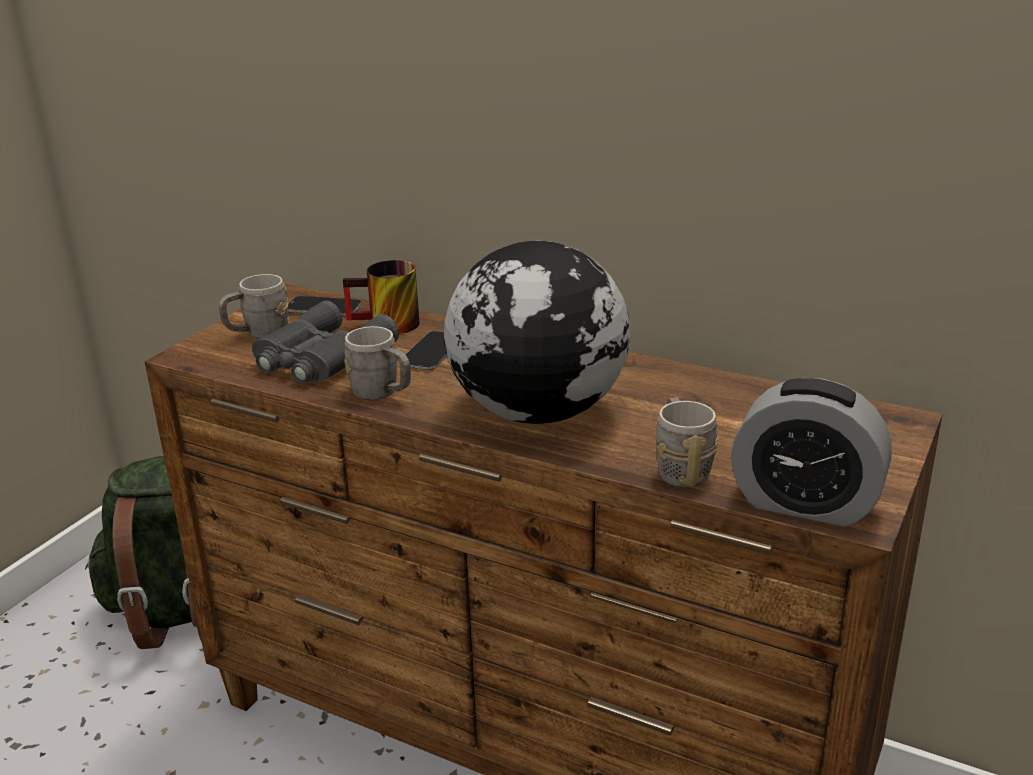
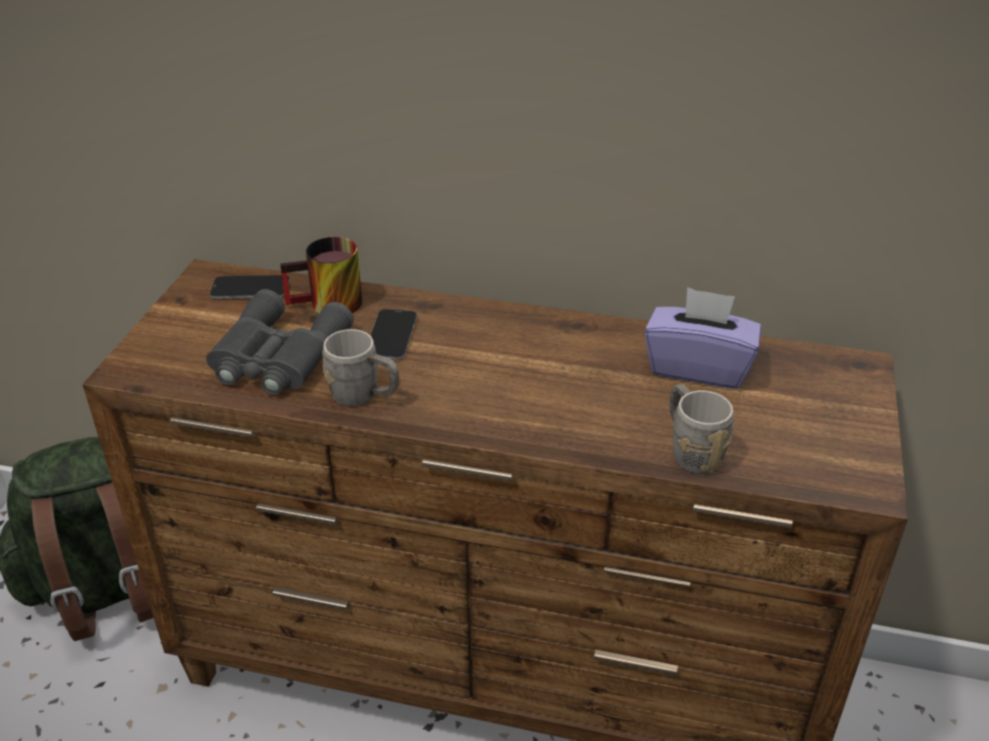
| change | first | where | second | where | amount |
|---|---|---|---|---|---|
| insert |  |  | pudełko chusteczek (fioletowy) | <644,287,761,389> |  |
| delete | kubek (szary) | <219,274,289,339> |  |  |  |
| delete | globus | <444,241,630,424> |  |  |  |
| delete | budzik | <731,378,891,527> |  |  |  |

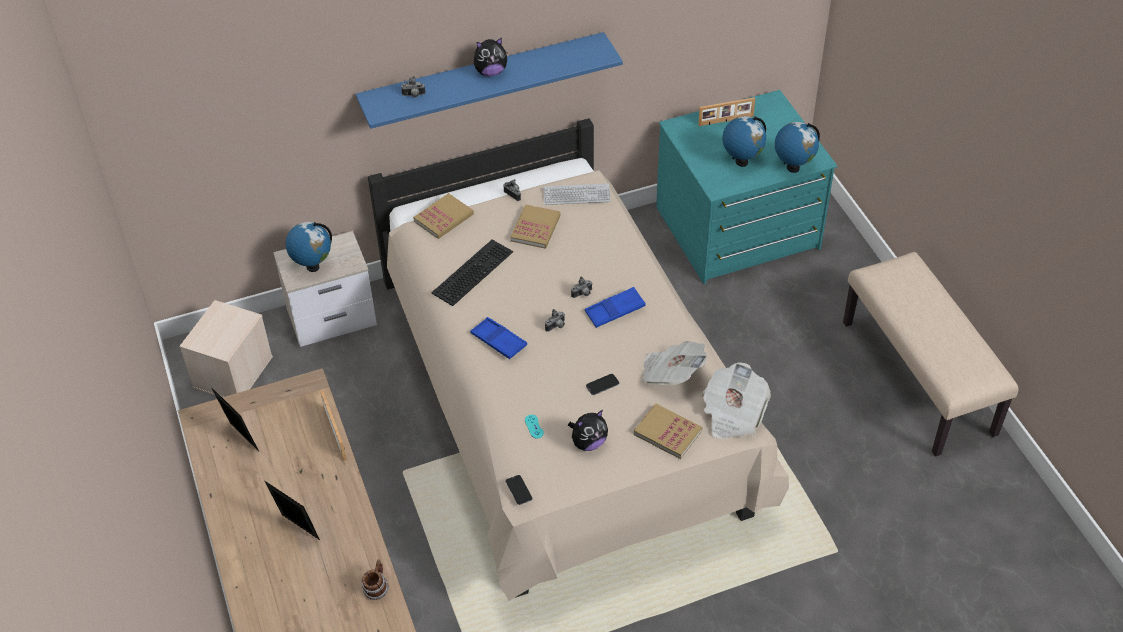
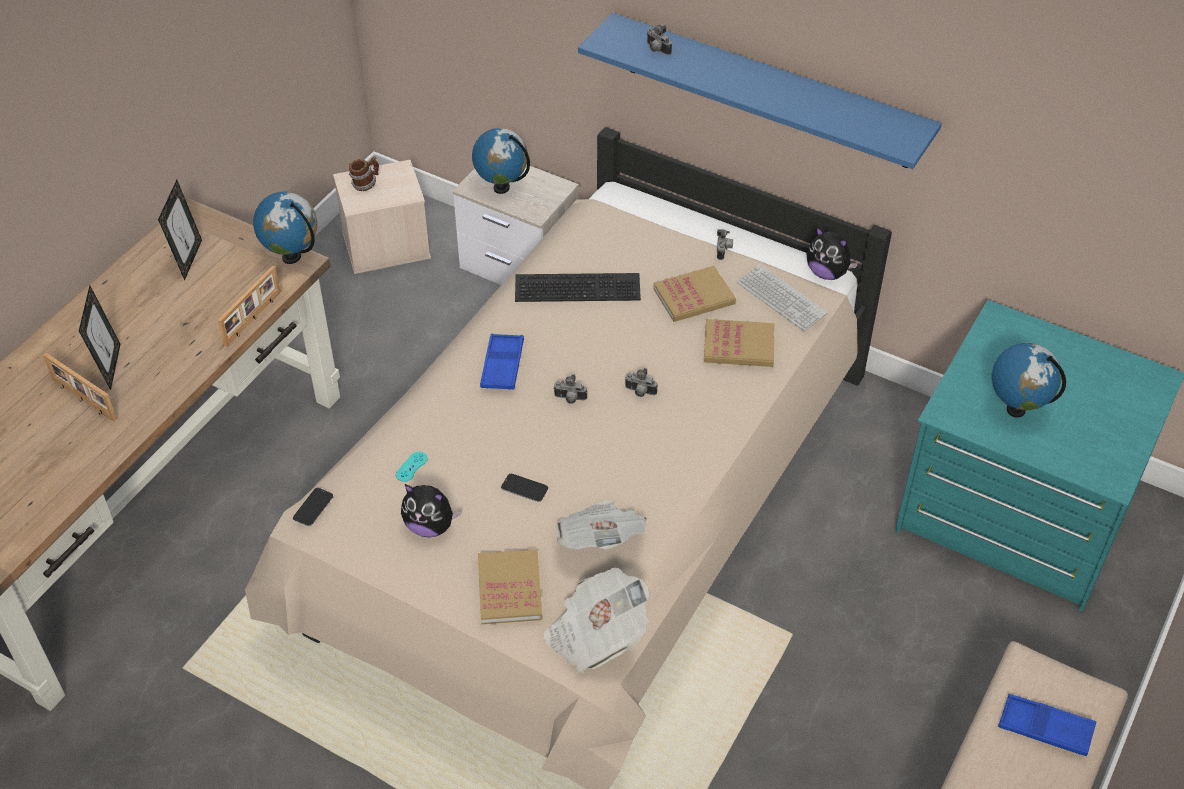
| change | first | where | second | where | amount |
|---|---|---|---|---|---|
| move | ramka na zdjęcie | <698,97,755,126> |  | <43,353,117,421> |  |
| move | globus | <775,122,820,173> |  | <253,191,317,264> |  |
| move | kubek | <362,559,389,600> |  | <349,156,379,191> |  |
| move | książka | <413,193,474,239> |  | <704,319,775,367> |  |
| move | pluszak | <474,37,507,76> |  | <807,227,858,280> |  |
| move | taca (niebieski) | <585,287,646,328> |  | <998,694,1096,756> |  |

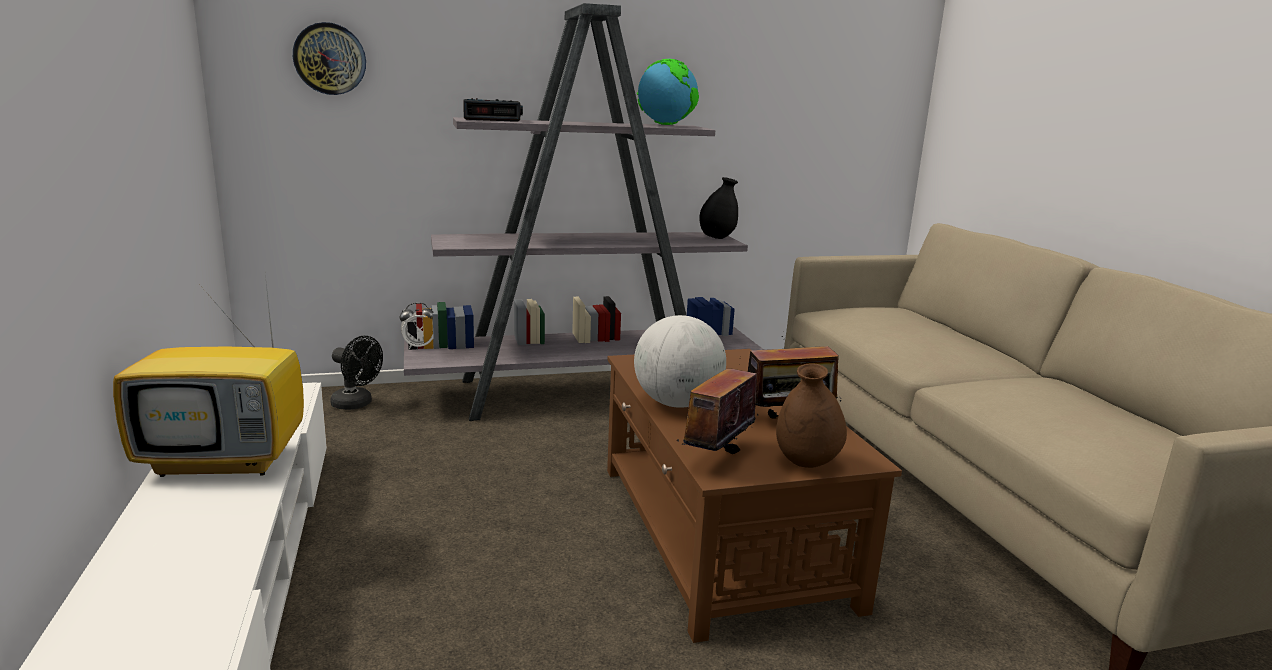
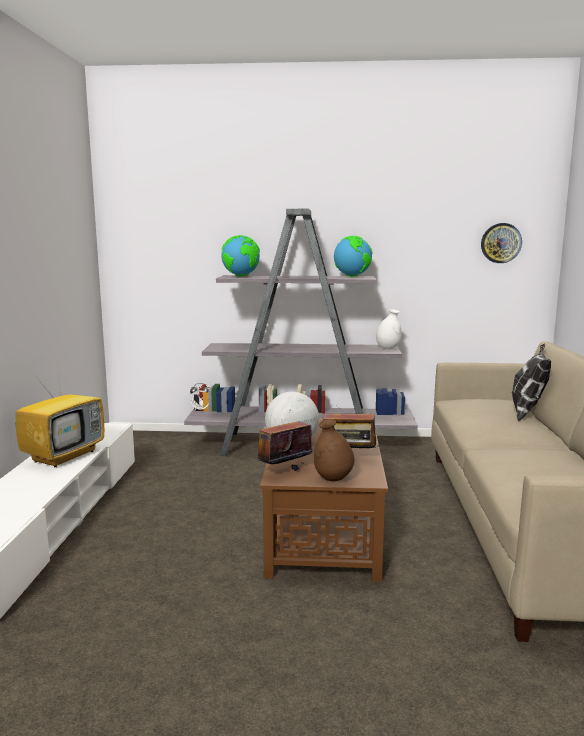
| change | first | where | second | where | amount |
|---|---|---|---|---|---|
| rotate | telewizor | <113,275,304,477> |  | <15,360,104,467> | 75 degrees counterclockwise |
| replace | budzik | <463,98,523,122> | globus | <221,235,260,276> |  |
| recolor | wazon (czarny) | <699,177,738,239> | wazon (biały) | <376,309,402,349> |  |
| move | zegar ścienny | <293,22,366,95> |  | <481,223,522,263> |  |
| insert |  |  | poduszka | <512,343,551,422> |  |
| delete | wentylator (czarny) | <330,336,383,410> |  |  |  |

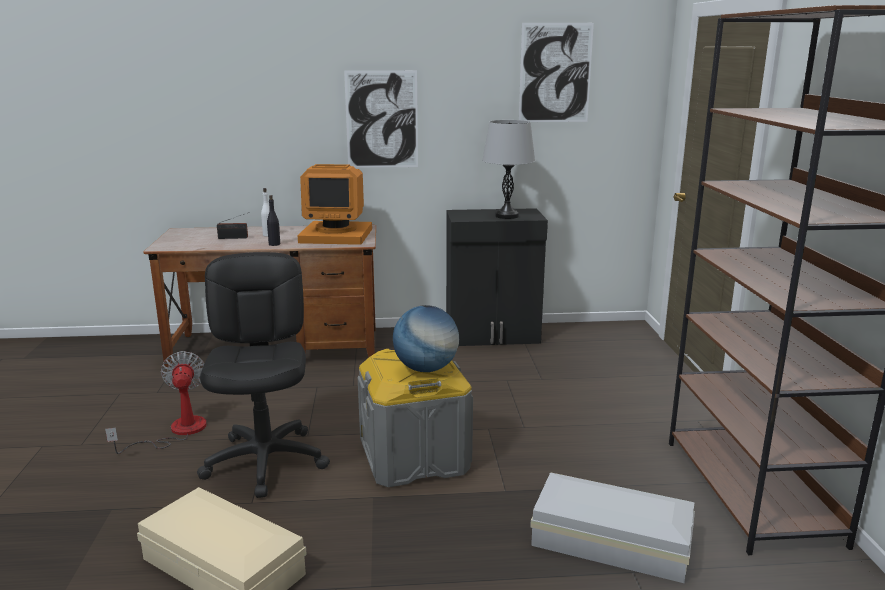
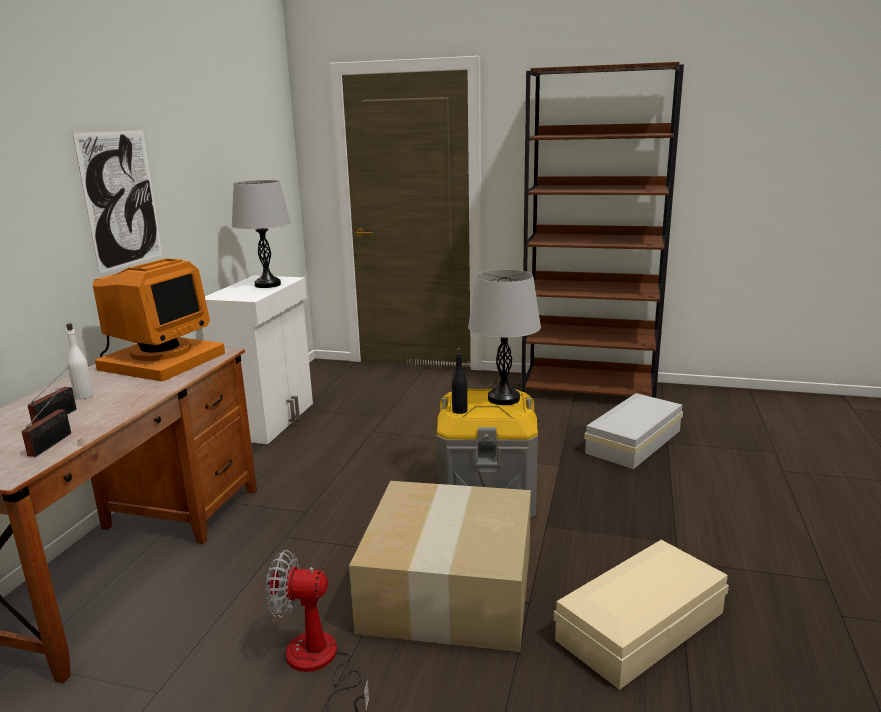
| change | first | where | second | where | amount |
|---|---|---|---|---|---|
| insert |  |  | radio | <22,388,71,457> |  |
| recolor | szafka (czarny) | <446,208,548,346> | szafka (biały) | <202,275,313,444> |  |
| replace | krzesło biurowe (czarny) | <197,252,330,498> | karton | <349,481,531,652> |  |
| move | butelka (czarny) | <267,195,280,246> |  | <452,348,467,414> |  |
| replace | globus | <393,305,459,372> | lampa stołowa (szary) | <468,270,541,405> |  |
| delete | obraz | <519,23,594,122> |  |  |  |

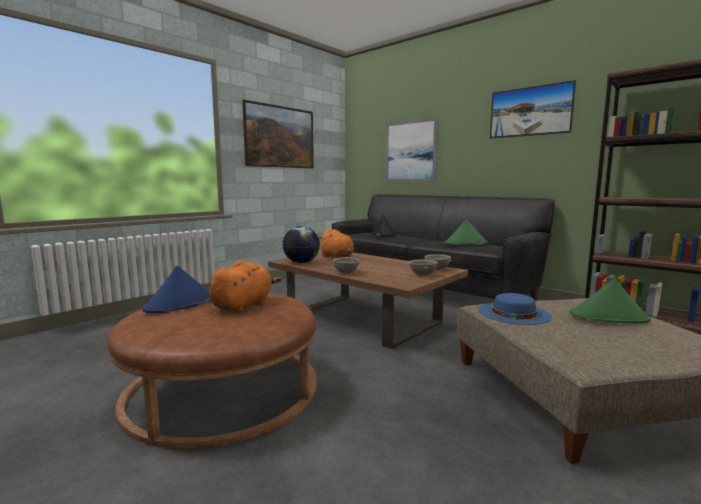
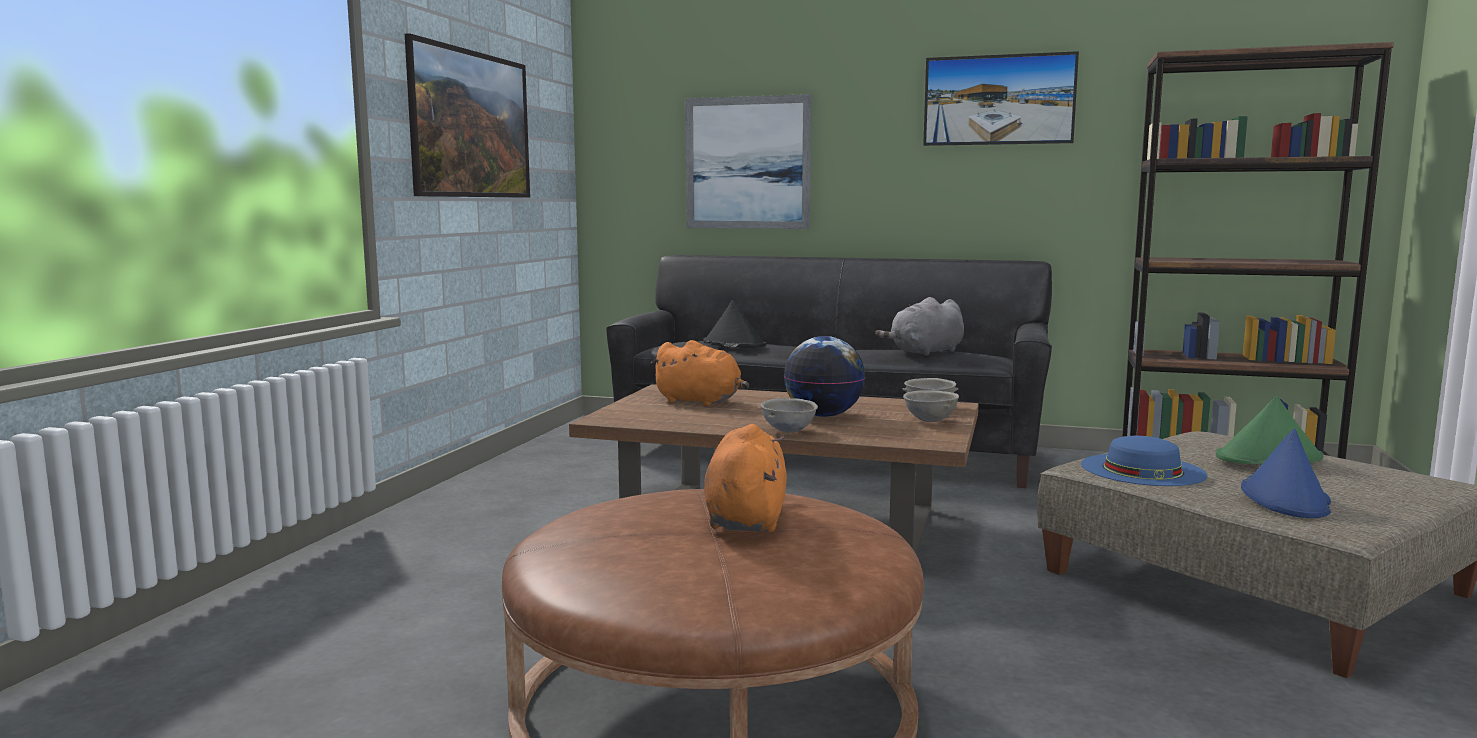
| change | first | where | second | where | amount |
|---|---|---|---|---|---|
| move | globus | <282,226,320,263> |  | <784,336,865,417> |  |
| replace | kapelusz (zielony) | <445,219,488,245> | pluszak (szary) | <875,297,964,356> |  |
| move | kapelusz (niebieski) | <143,265,211,314> |  | <1241,428,1331,518> |  |

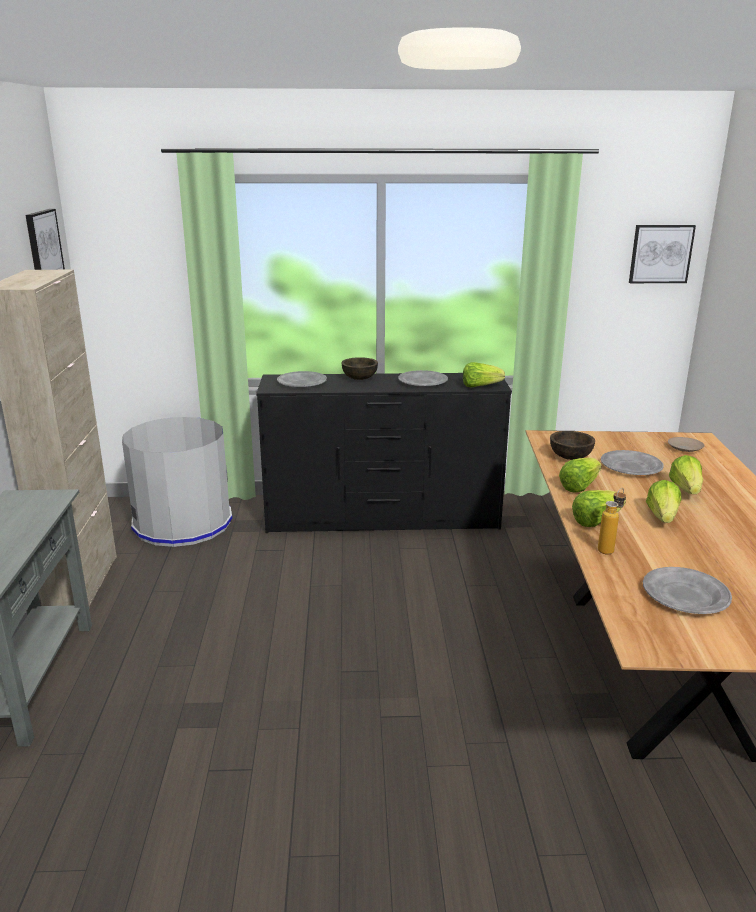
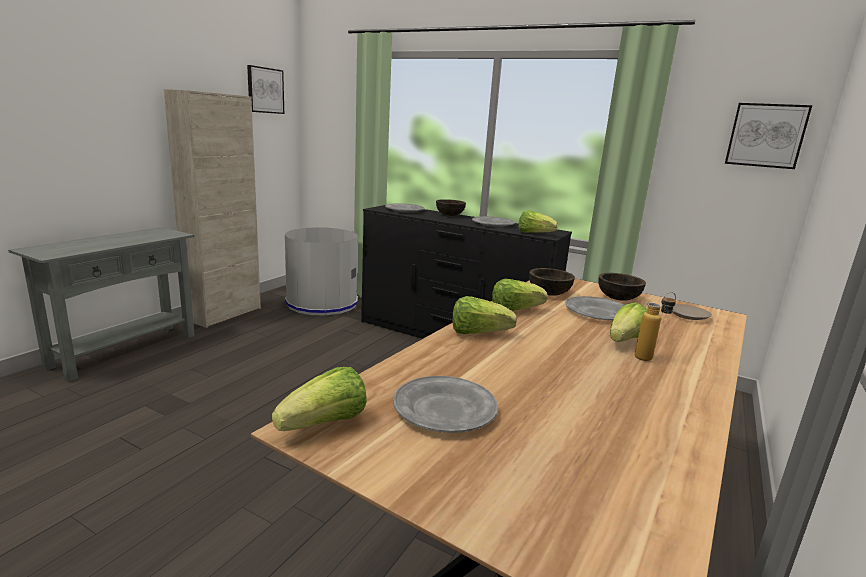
| change | first | where | second | where | amount |
|---|---|---|---|---|---|
| move | sałata | <646,480,682,523> |  | <272,367,367,431> |  |
| insert |  |  | miska (brązowy) | <599,273,646,301> |  |
| move | butelka | <598,488,626,554> |  | <635,292,676,361> |  |

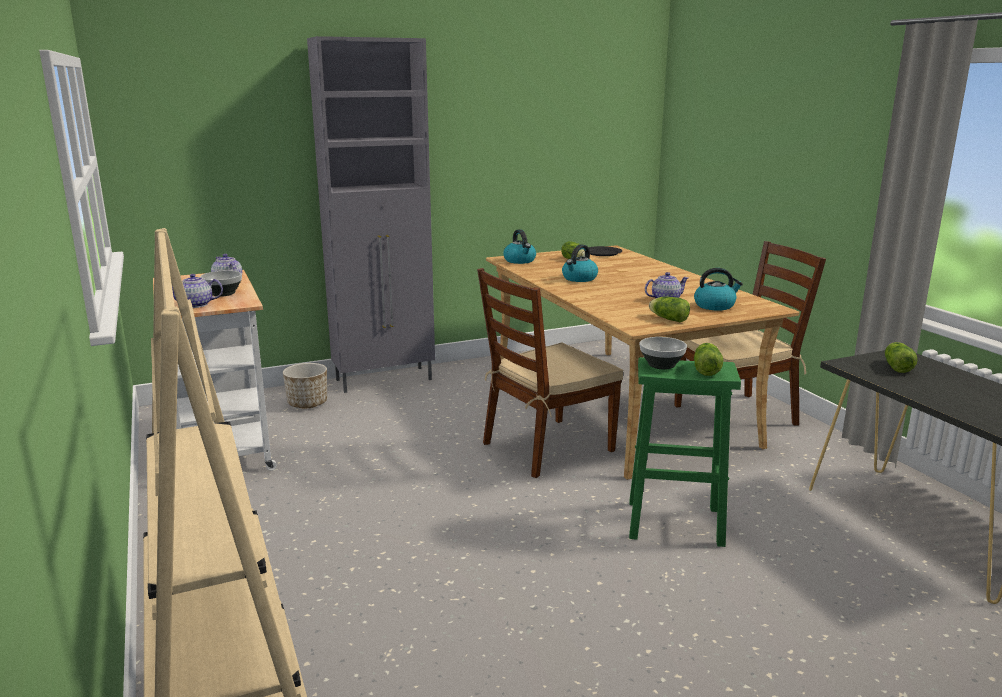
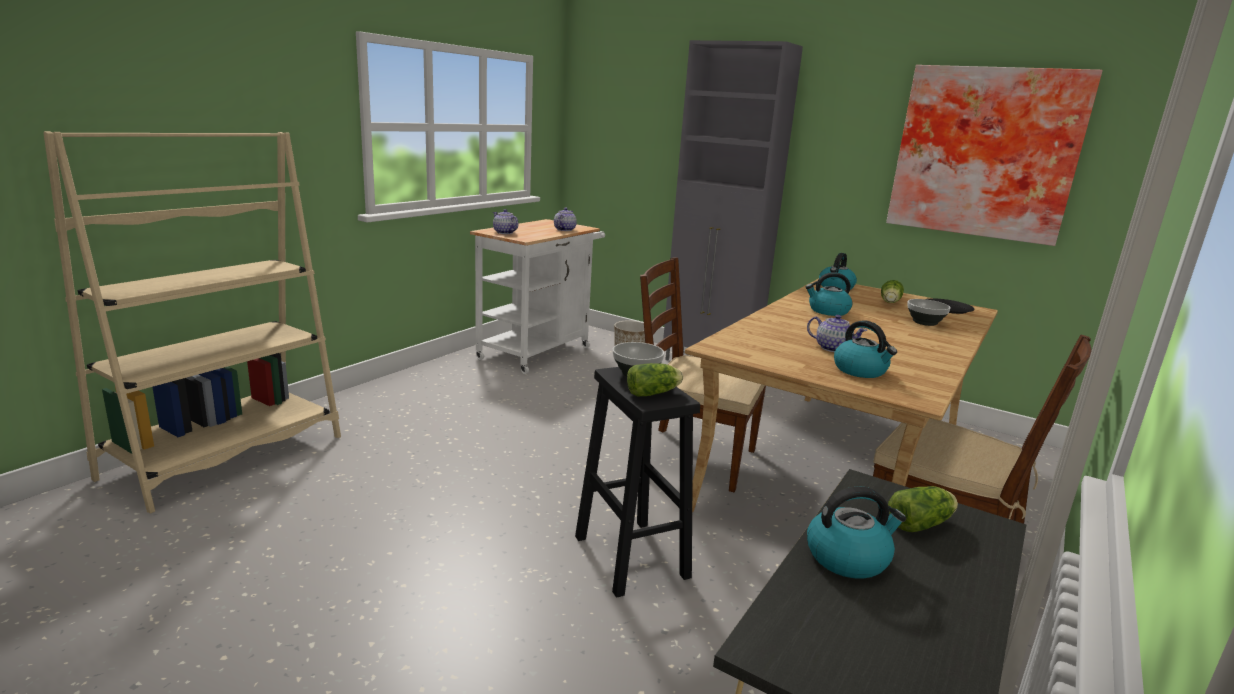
| change | first | where | second | where | amount |
|---|---|---|---|---|---|
| recolor | stołek (zielony) | <629,357,741,547> | stołek (czarny) | <575,367,700,598> |  |
| insert |  |  | czajnik | <807,486,906,579> |  |
| insert |  |  | obraz | <886,65,1103,246> |  |
| move | miska | <200,270,242,297> |  | <907,299,951,326> |  |
| delete | sałata | <649,297,690,322> |  |  |  |

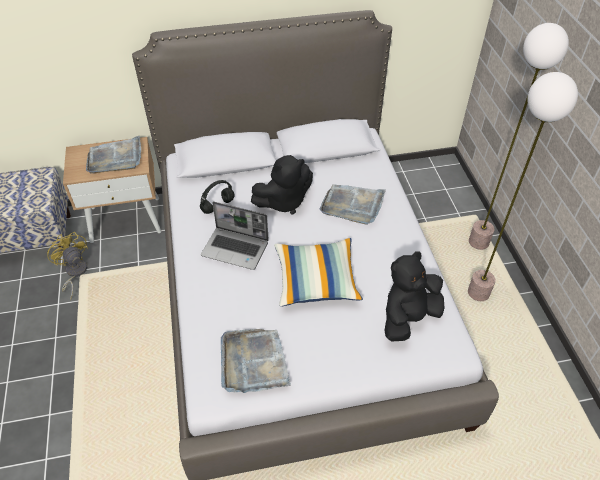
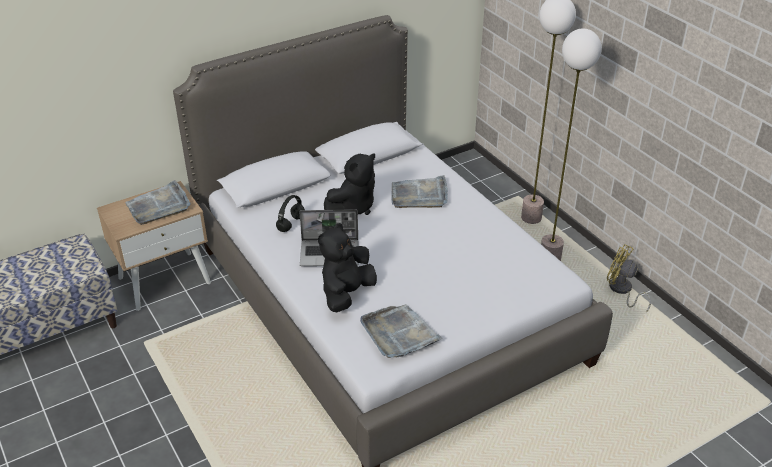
| change | first | where | second | where | amount |
|---|---|---|---|---|---|
| move | pluszak (czarny) | <384,252,444,342> |  | <318,223,377,312> |  |
| move | wentylator (żółty) | <47,232,88,300> |  | <607,244,651,312> |  |
| delete | poduszka | <274,238,363,307> |  |  |  |

